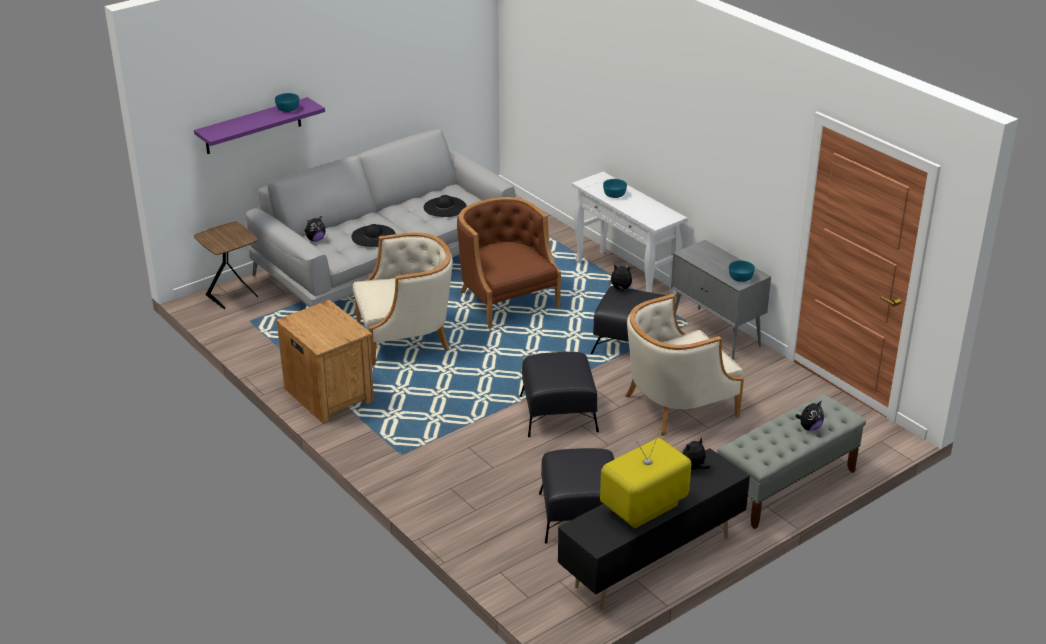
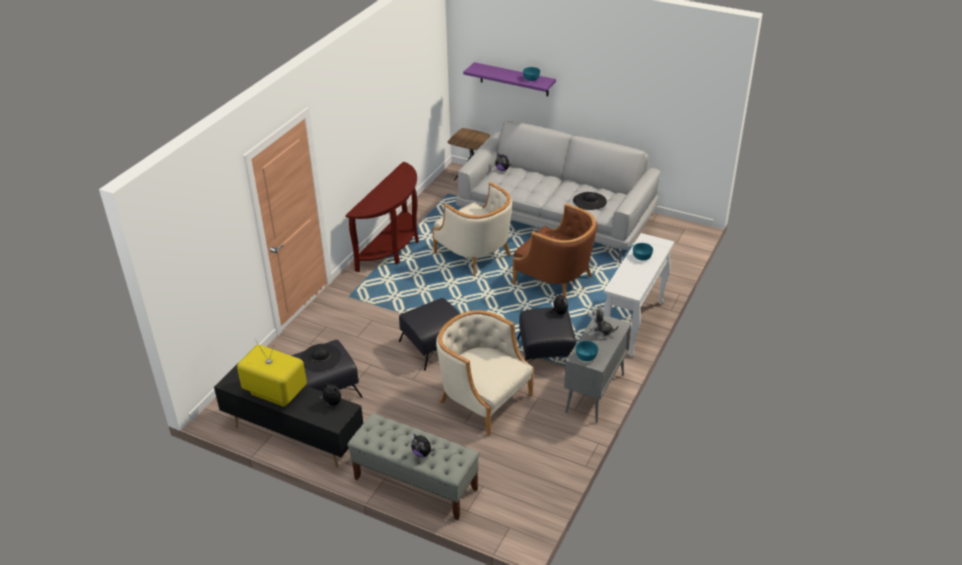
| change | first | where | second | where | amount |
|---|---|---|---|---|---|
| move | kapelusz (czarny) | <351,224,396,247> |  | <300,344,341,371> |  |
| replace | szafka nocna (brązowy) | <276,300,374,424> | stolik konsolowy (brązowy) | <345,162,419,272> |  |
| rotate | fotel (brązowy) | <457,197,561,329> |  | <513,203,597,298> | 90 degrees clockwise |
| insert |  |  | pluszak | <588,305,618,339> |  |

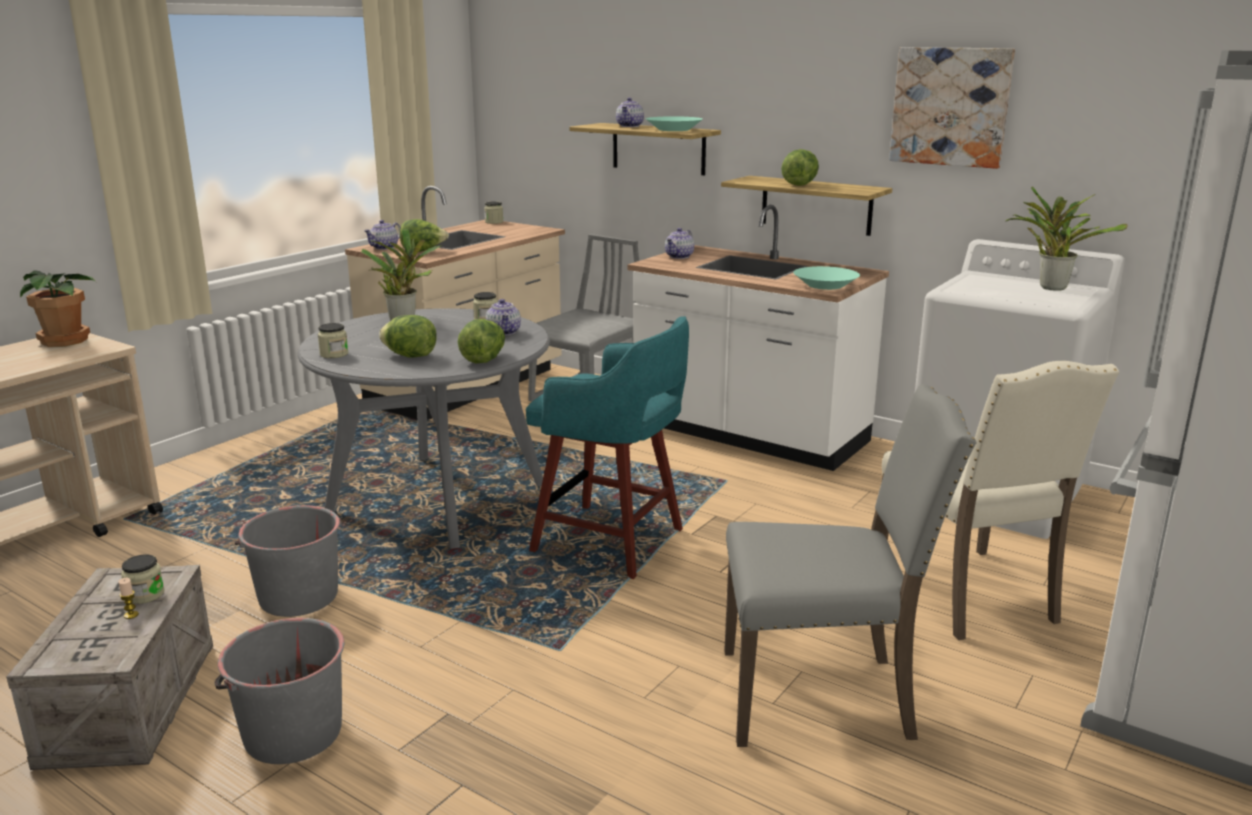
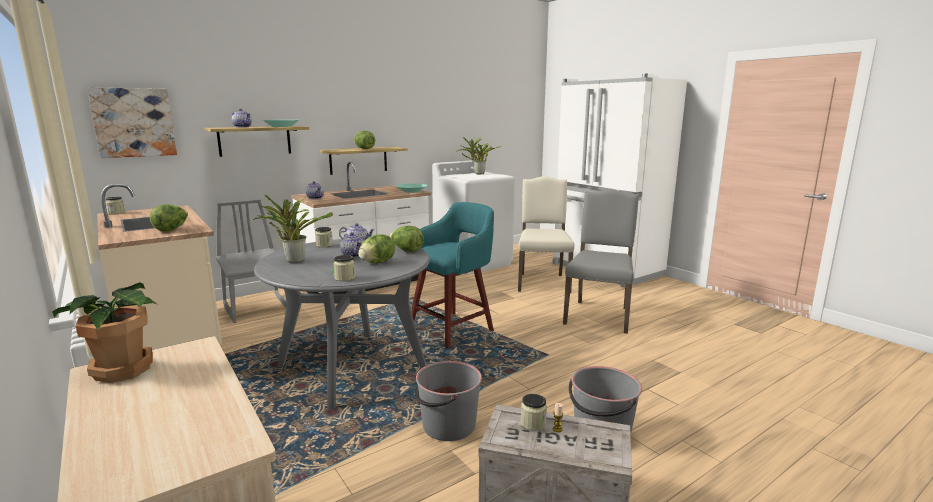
| change | first | where | second | where | amount |
|---|---|---|---|---|---|
| move | obraz | <889,47,1015,169> |  | <87,87,177,158> |  |
| move | imbryk | <364,220,401,250> |  | <340,232,364,257> |  |
| rotate | krzesło (beżowy) | <882,361,1119,640> |  | <518,176,575,293> | 90 degrees counterclockwise |

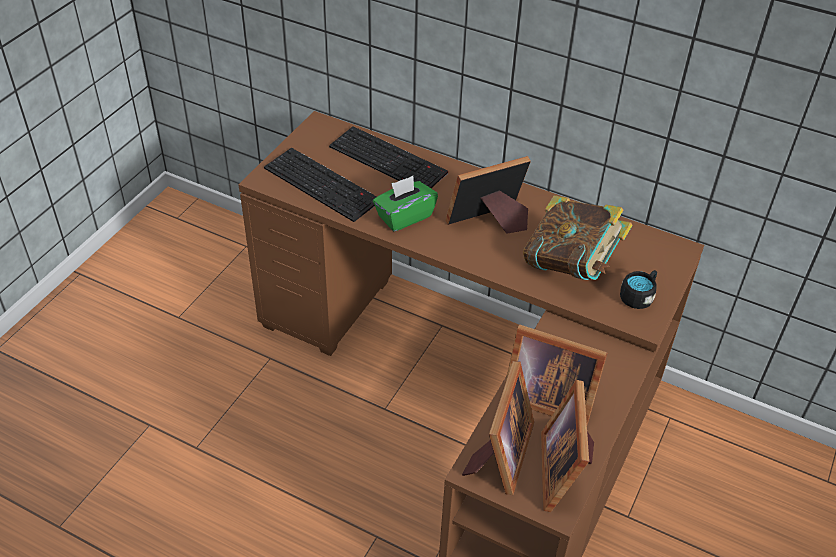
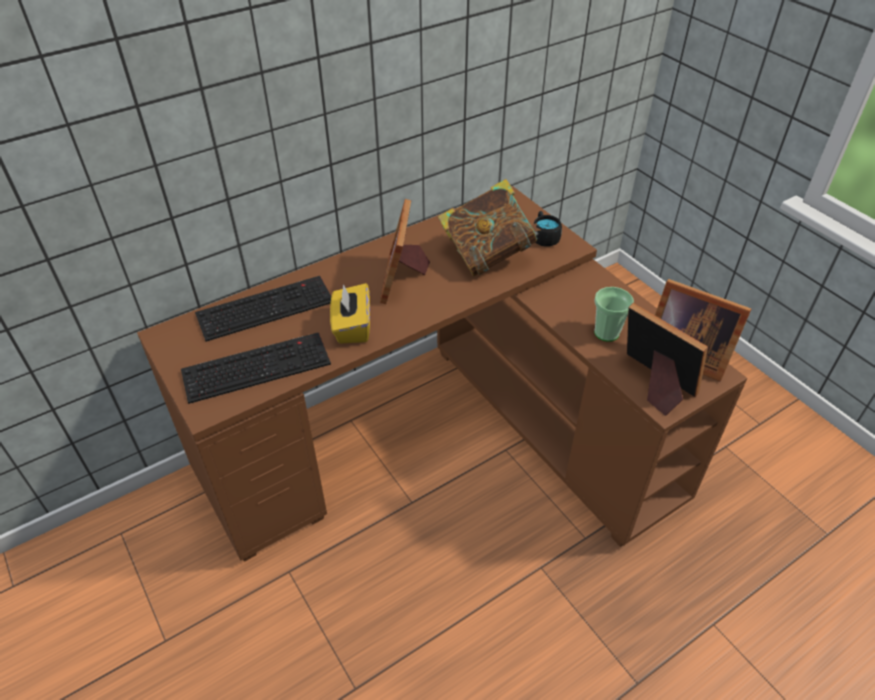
| change | first | where | second | where | amount |
|---|---|---|---|---|---|
| recolor | pudełko chusteczek (zielony) | <373,176,438,231> | pudełko chusteczek (żółty) | <330,283,370,344> |  |
| replace | ramka na zdjęcie | <505,324,607,425> | filiżanka | <594,287,634,342> |  |

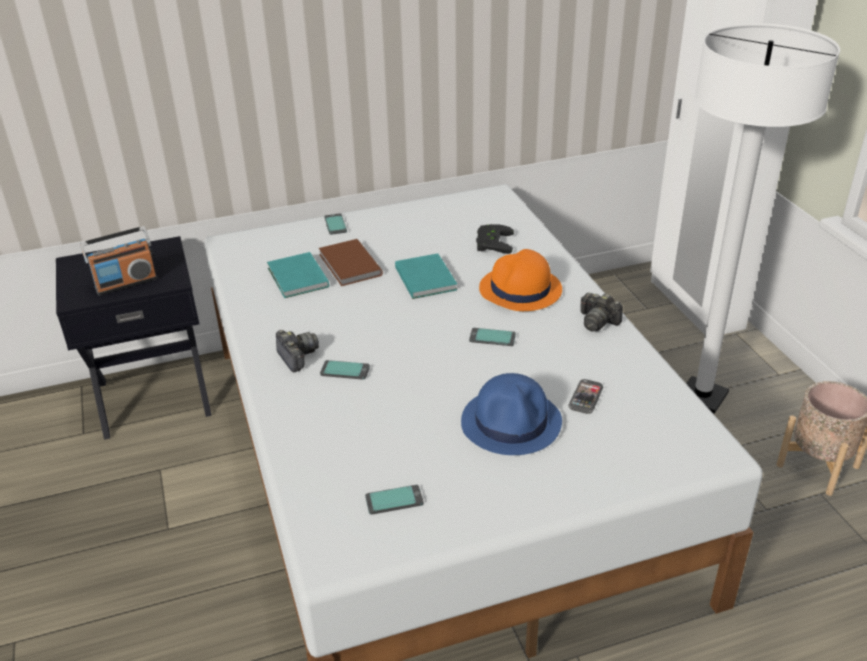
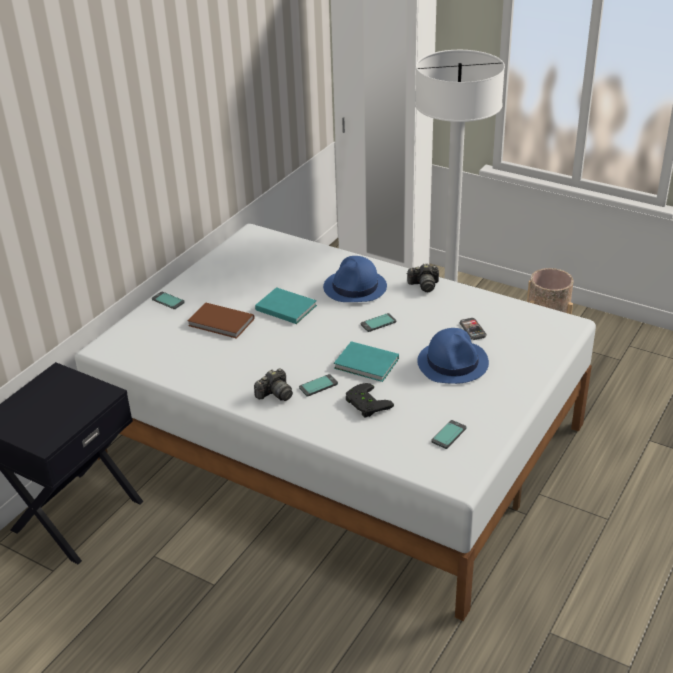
| change | first | where | second | where | amount |
|---|---|---|---|---|---|
| rotate | aparat fotograficzny | <276,330,319,372> |  | <254,368,293,401> | 120 degrees clockwise |
| recolor | kapelusz (pomarańczowy) | <479,249,562,311> | kapelusz (niebieski) | <323,256,387,302> |  |
| move | książka (turkusowy) | <267,252,329,298> |  | <334,341,399,382> |  |
| move | pad do gier (czarny) | <476,224,514,254> |  | <346,383,394,418> |  |
| delete | radio | <80,226,157,296> |  |  |  |

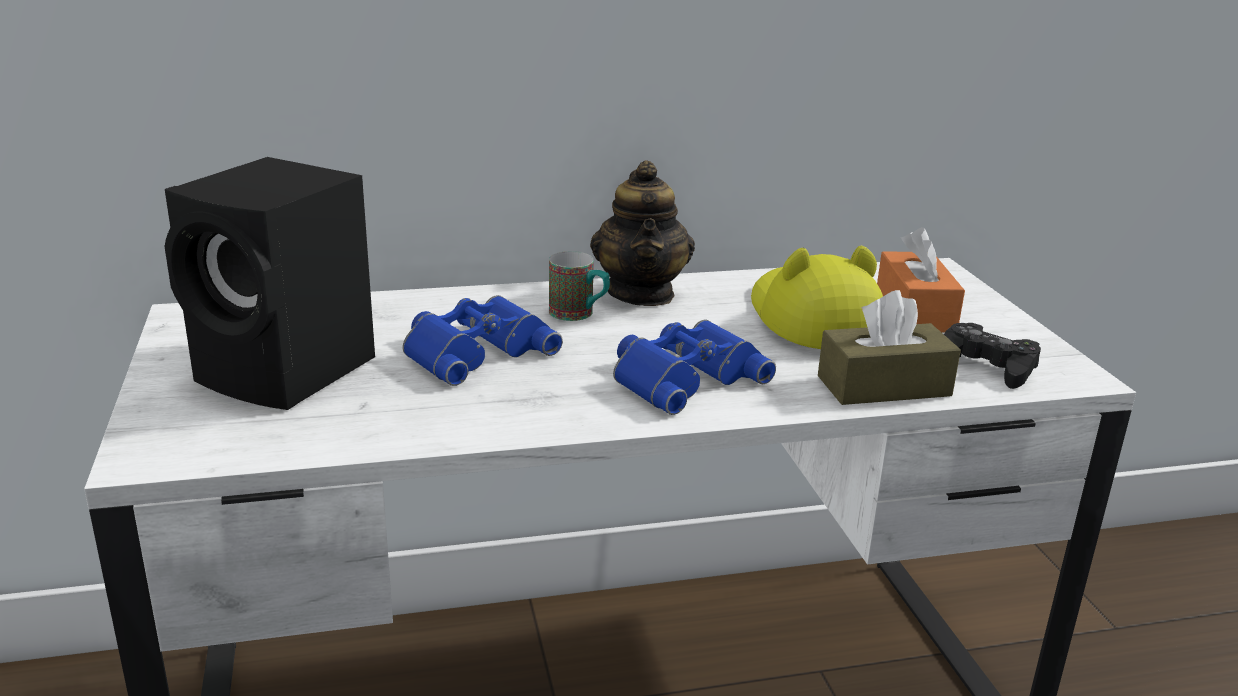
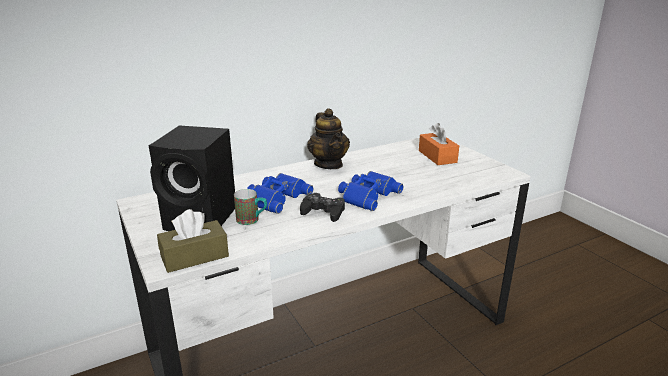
| change | first | where | second | where | amount |
|---|---|---|---|---|---|
| move | pudełko chusteczek (brązowy) | <818,290,961,405> |  | <157,209,229,273> |  |
| move | kubek | <549,251,610,321> |  | <234,189,267,225> |  |
| move | pad do gier (czarny) | <944,323,1041,389> |  | <300,193,345,222> |  |
| delete | kapelusz (żółty) | <751,246,883,349> |  |  |  |

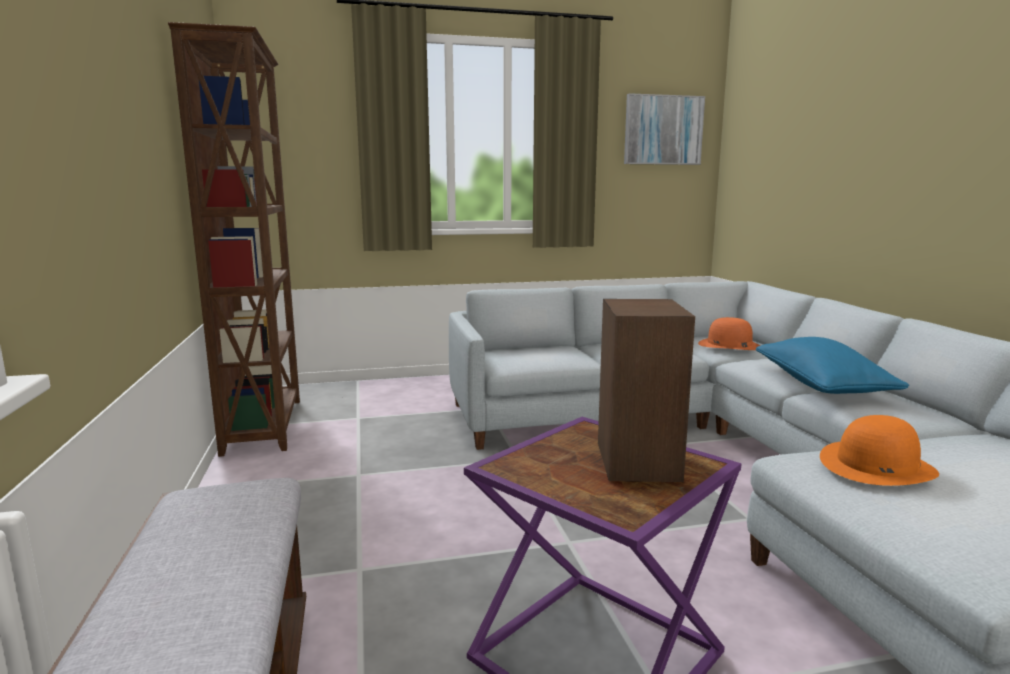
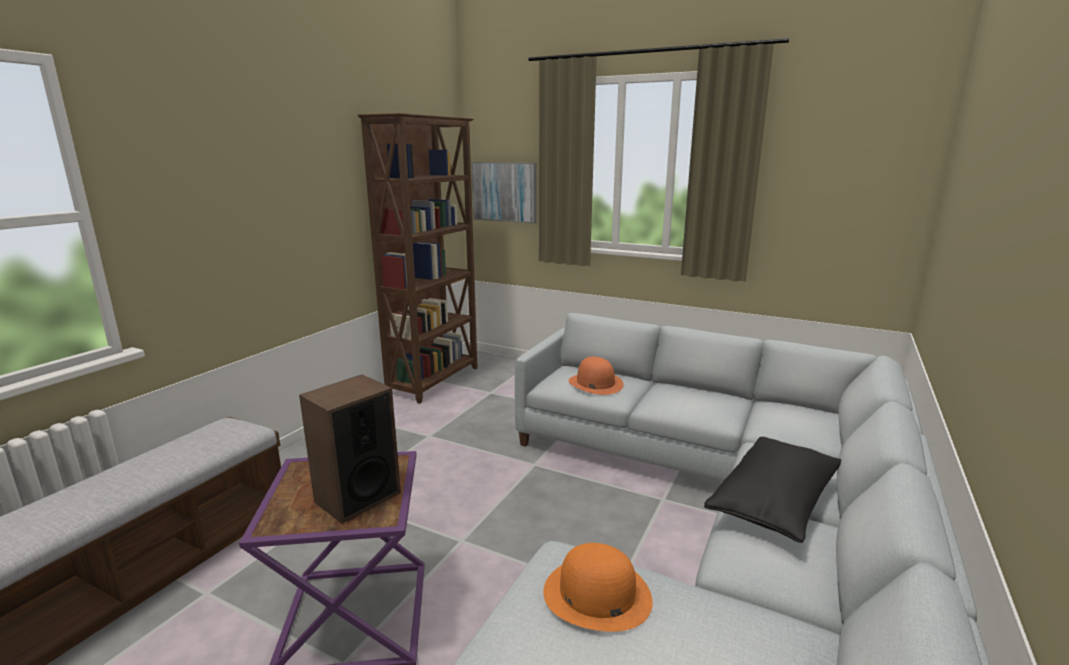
| change | first | where | second | where | amount |
|---|---|---|---|---|---|
| move | obraz | <624,93,705,165> |  | <472,162,537,223> |  |
| move | kapelusz (pomarańczowy) | <698,317,760,350> |  | <569,357,623,395> |  |
| recolor | poduszka (niebieski) | <756,337,909,394> | poduszka (czarny) | <704,437,841,543> |  |

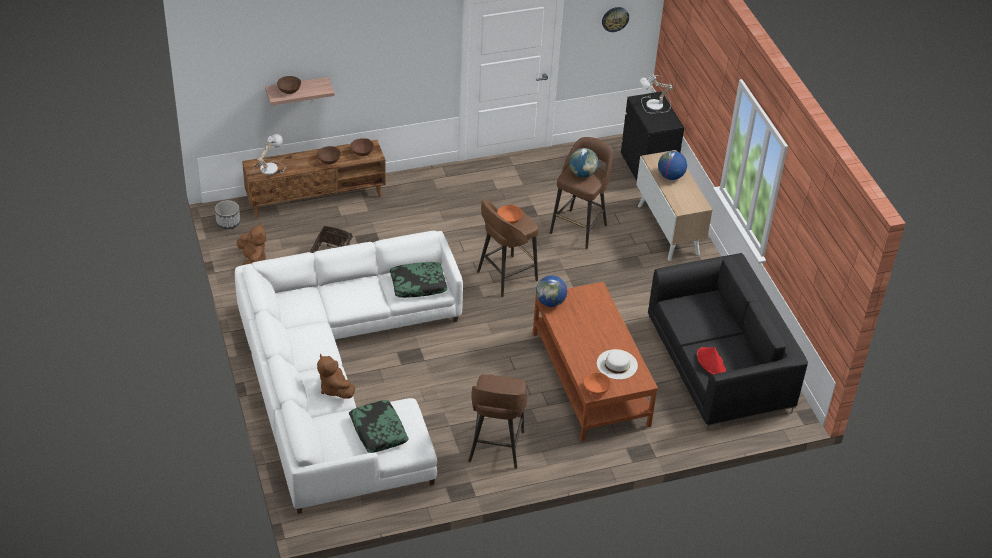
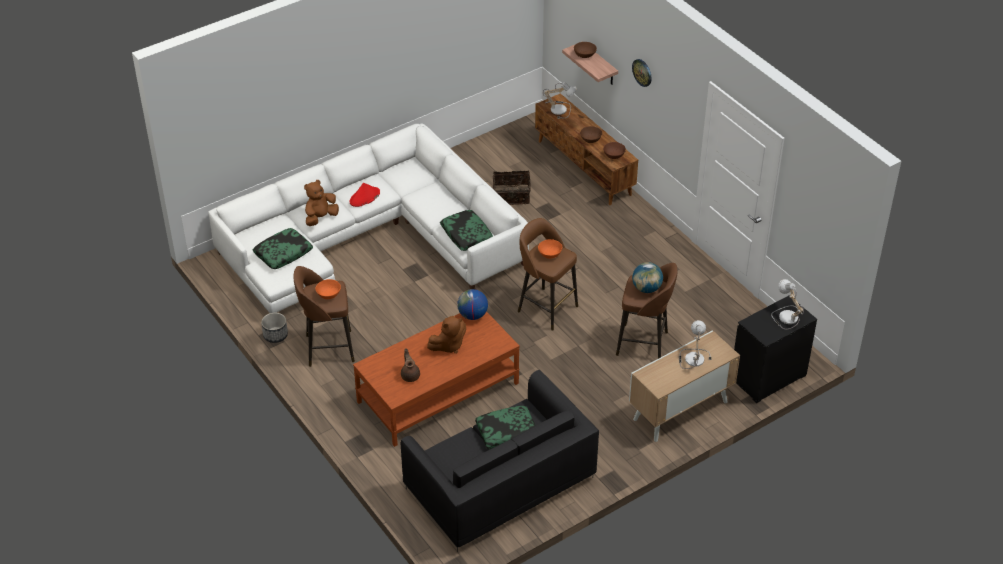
| change | first | where | second | where | amount |
|---|---|---|---|---|---|
| move | donica | <215,200,240,229> |  | <261,313,288,343> |  |
| move | miska (pomarańczowy) | <584,373,611,395> |  | <315,279,341,299> |  |
| move | kapelusz (czerwony) | <697,347,726,375> |  | <350,183,380,207> |  |
| replace | kapelusz (biały) | <597,349,638,380> | imbryk (brązowy) | <401,348,420,382> |  |
| move | pluszak (brązowy) | <237,223,266,265> |  | <427,316,466,354> |  |
| insert |  |  | poduszka | <475,406,536,449> |  |
| move | zegar ścienny | <602,7,629,32> |  | <632,59,651,87> |  |
| replace | globus | <658,151,687,180> | lampa stołowa | <679,320,711,369> |  |

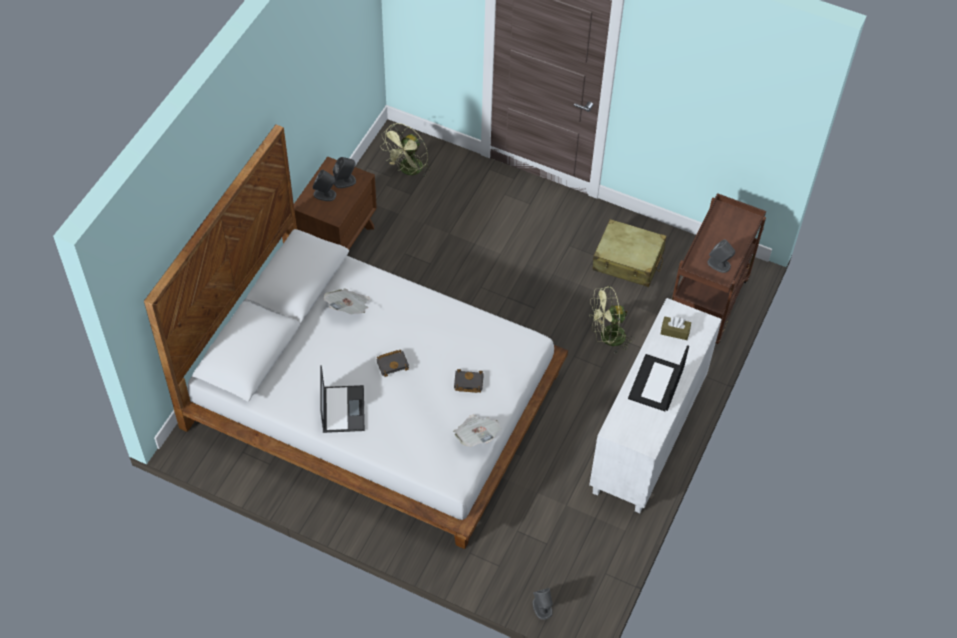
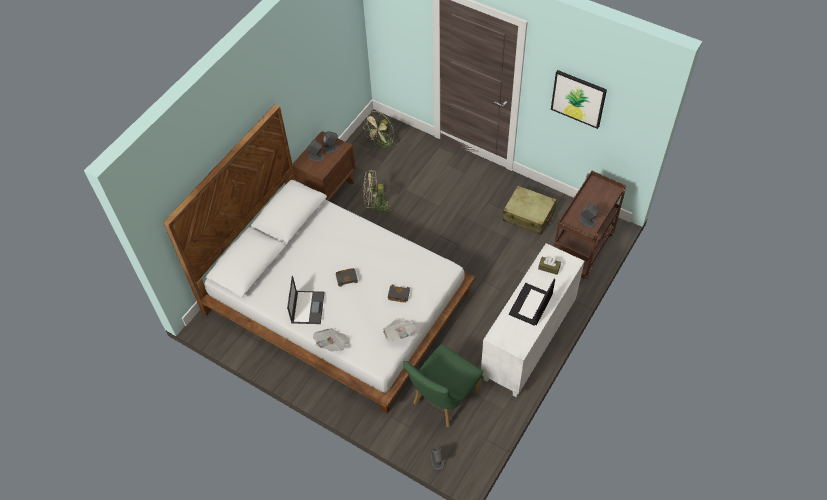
| change | first | where | second | where | amount |
|---|---|---|---|---|---|
| move | gazeta | <324,289,370,314> |  | <313,328,349,352> |  |
| move | wentylator (zielony) | <589,286,635,353> |  | <363,170,392,218> |  |
| insert |  |  | krzesło (zielony) | <403,344,483,427> |  |
| insert |  |  | obraz | <551,70,607,129> |  |

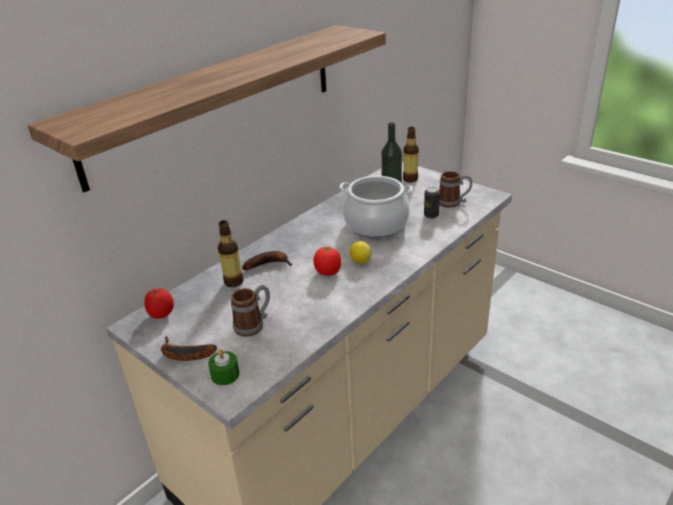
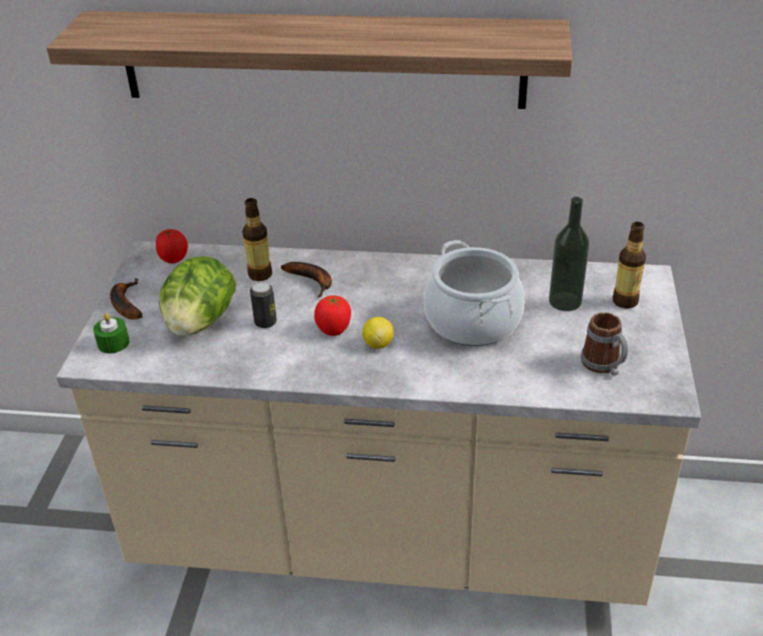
| change | first | where | second | where | amount |
|---|---|---|---|---|---|
| replace | kubek | <231,285,270,337> | sałata | <159,256,236,336> |  |
| move | puszka | <424,187,440,219> |  | <250,282,277,328> |  |

